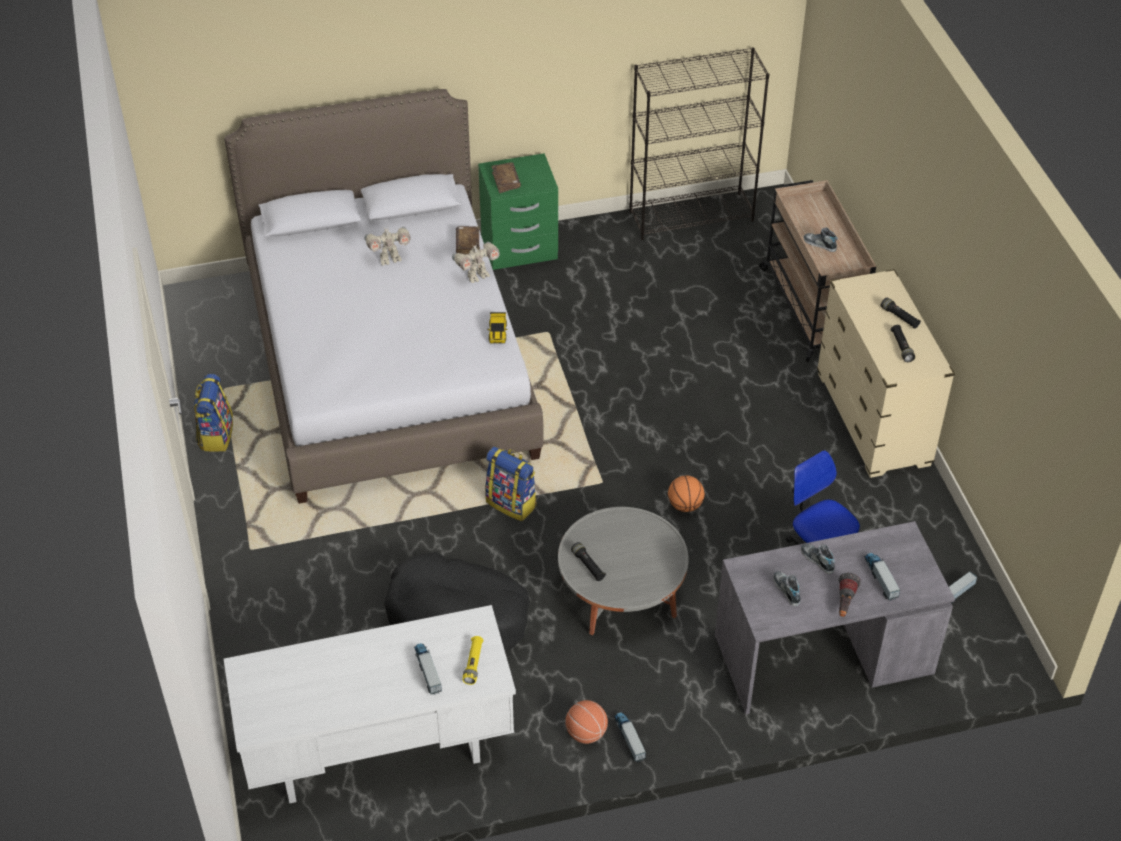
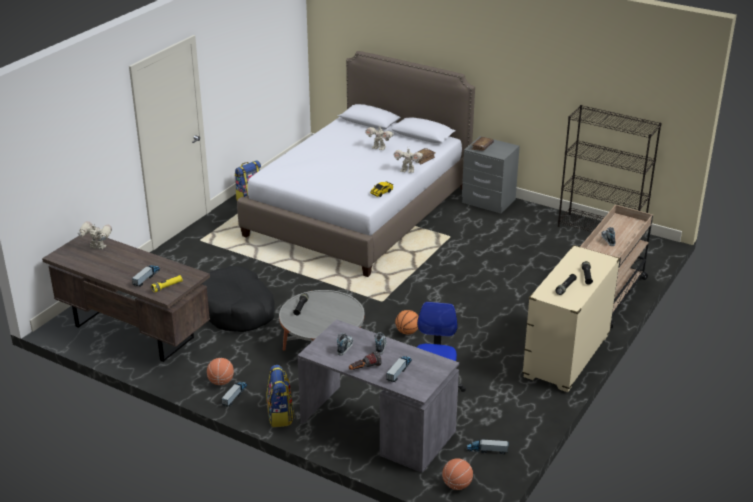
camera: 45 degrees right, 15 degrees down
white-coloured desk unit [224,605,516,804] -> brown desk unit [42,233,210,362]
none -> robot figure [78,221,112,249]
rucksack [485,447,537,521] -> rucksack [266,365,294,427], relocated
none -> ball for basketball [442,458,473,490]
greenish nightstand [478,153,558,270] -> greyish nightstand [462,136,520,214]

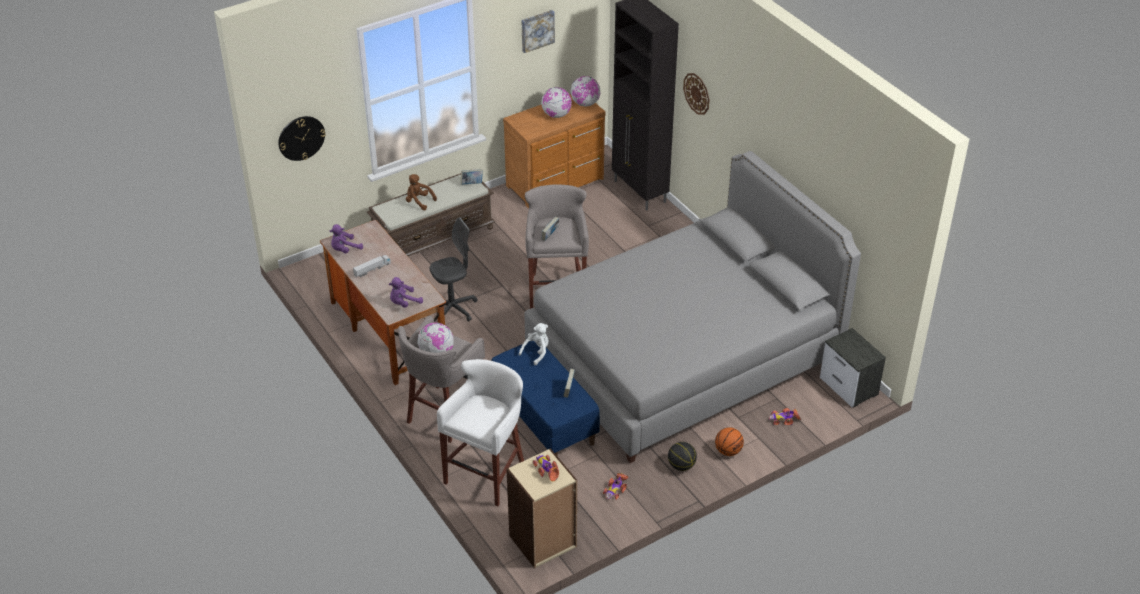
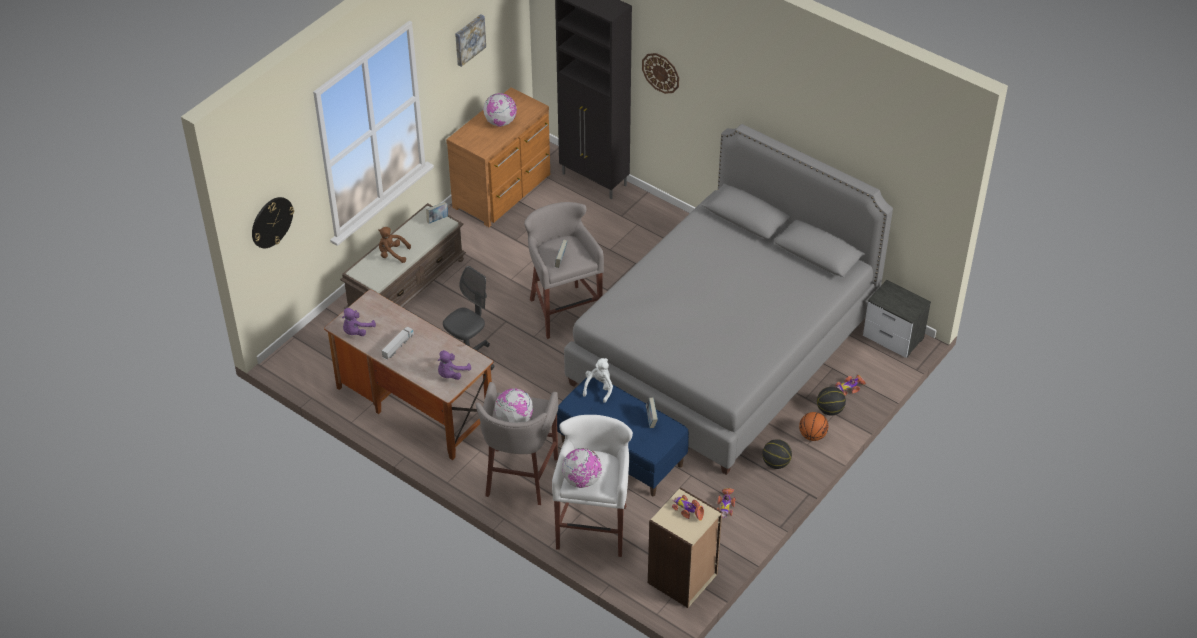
camera: 20 degrees left, 5 degrees up
world globe [570,76,600,107] -> world globe [562,448,602,488], relocated
none -> ball for basketball [817,387,846,415]

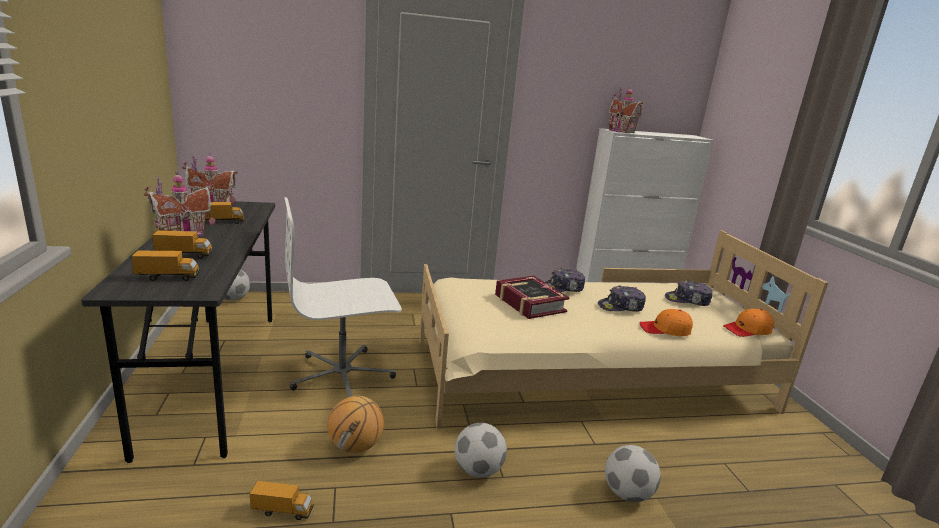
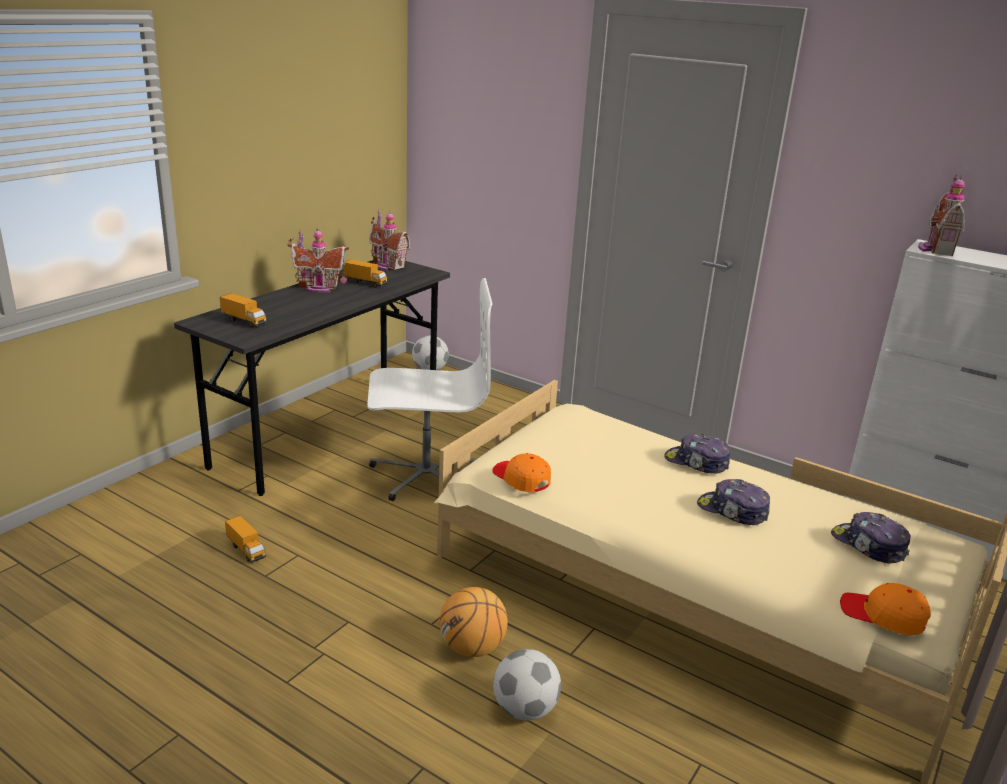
camera: 45 degrees right, 5 degrees up
white-coloured office chair [284,197,402,397] -> white-coloured office chair [367,278,493,501], 150 degrees clockwise
ball for basketball [328,396,384,453] -> ball for basketball [439,587,508,657], relocated
orange peaked cap [640,309,693,336] -> orange peaked cap [492,453,551,492], relocated
toy lorry [152,230,213,259] -> none
ball for football [455,423,507,478] -> none
volume [495,276,569,319] -> none

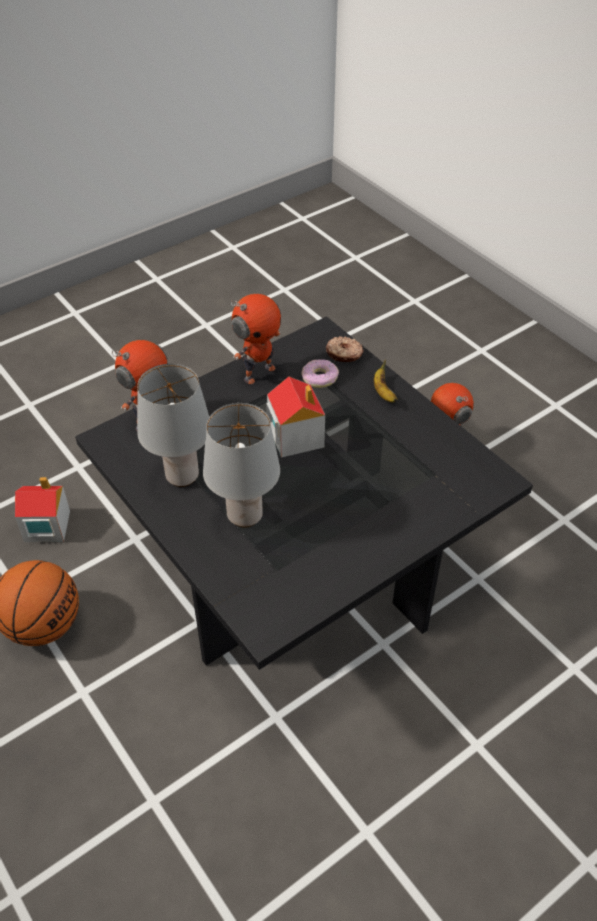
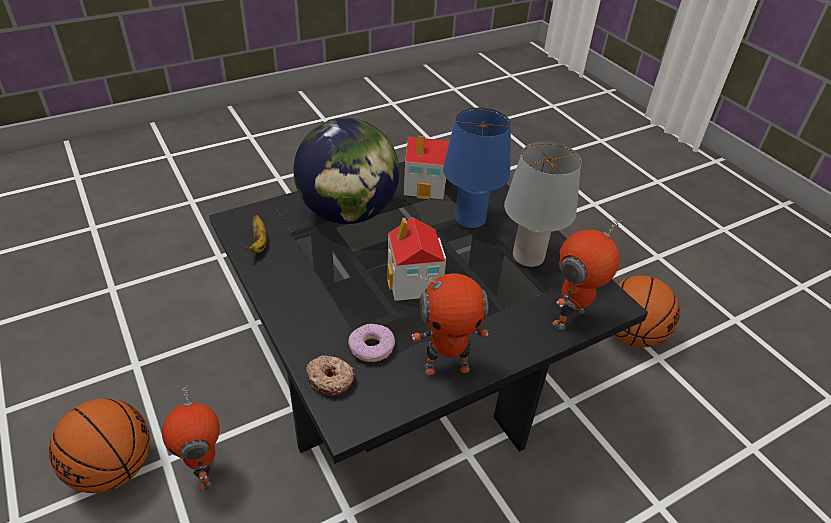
camera: 175 degrees left, 5 degrees down
none -> ball for basketball [49,398,150,493]
banana fruit [374,360,397,402] -> banana fruit [244,215,267,253], relocated
none -> world globe [293,118,399,224]
model house [15,477,70,542] -> model house [404,136,450,199], relocated
robot figure [231,294,281,384] -> robot figure [411,271,489,375], 150 degrees counterclockwise
greyish table lamp [203,403,280,528] -> blue table lamp [443,108,511,230]

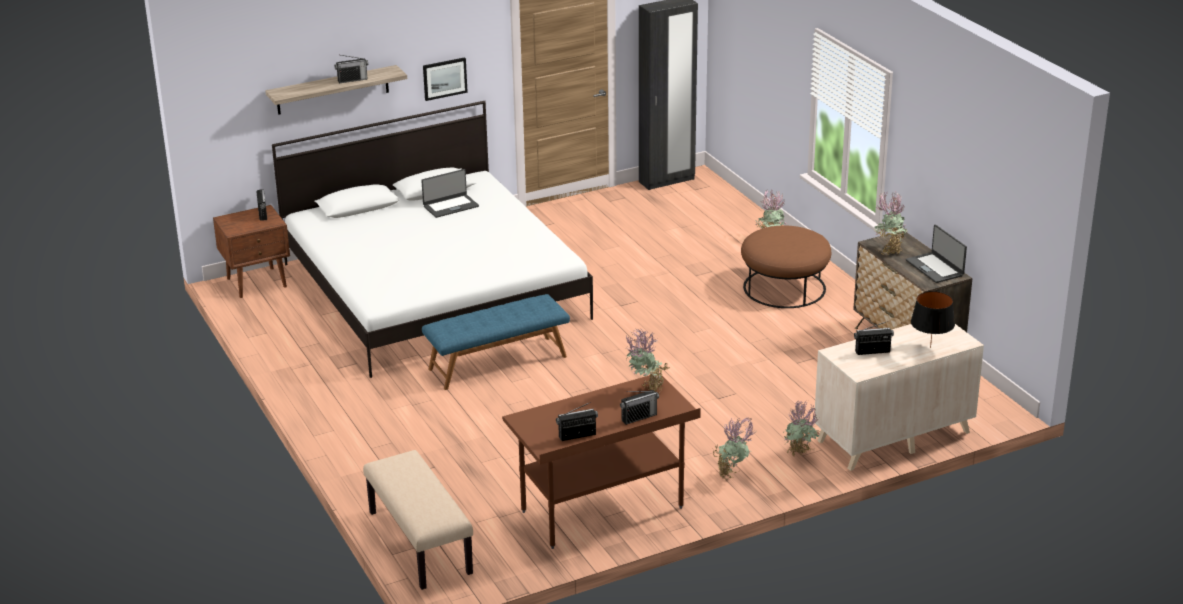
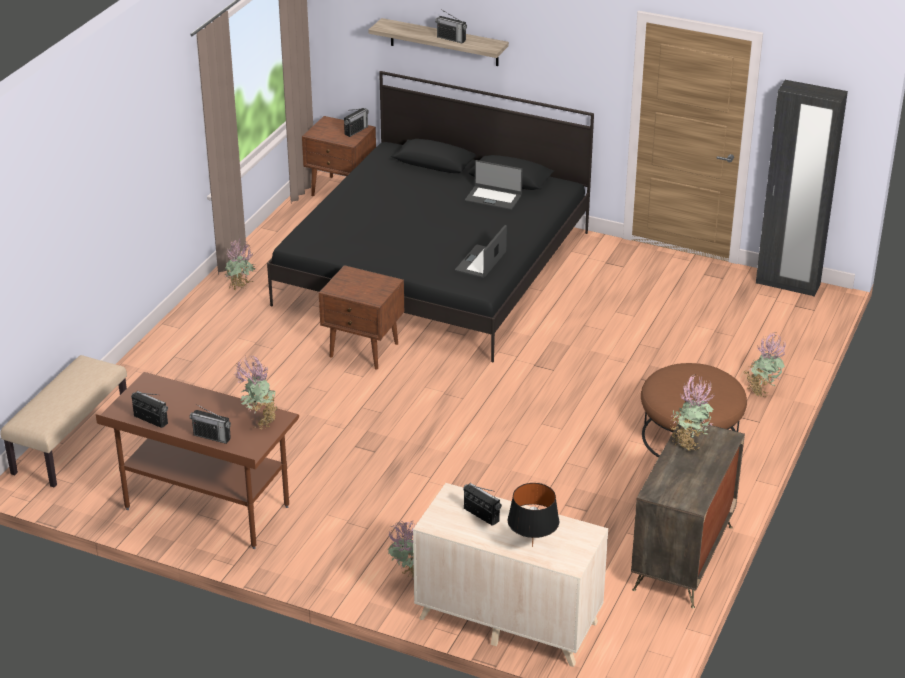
camera: 50 degrees right, 5 degrees up
potted plant [713,418,755,480] -> potted plant [223,238,256,290], relocated
white-coloured bedroom bed [272,101,593,378] -> blackish bedroom bed [267,71,594,362]
blue indoor bench [422,294,570,390] -> brown nightstand [319,265,404,369]
portable computer [906,224,967,283] -> portable computer [455,225,507,278], relocated
wall picture [423,57,468,101] -> none

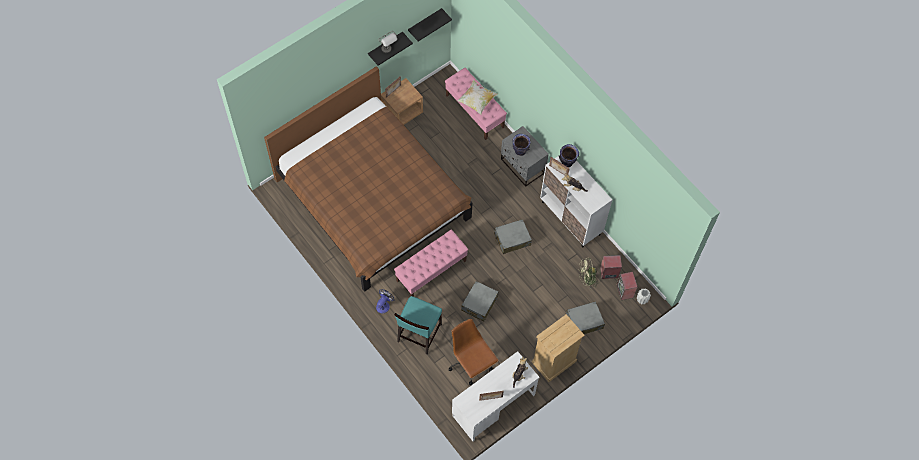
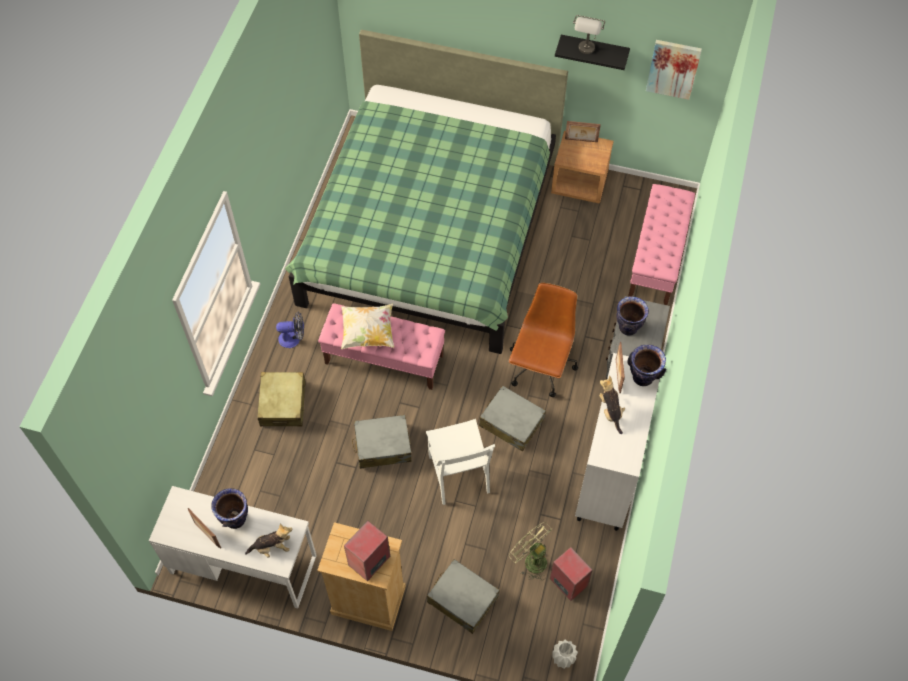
camera: 55 degrees right, 5 degrees down
none -> vase [211,489,248,529]
turquoise-coloured chair [395,296,442,354] -> beige travel case [257,372,306,427]
brown bedroom bed [264,66,472,292] -> greenish bedroom bed [285,30,568,354]
cushion [457,80,497,115] -> cushion [341,304,394,349], relocated
loudspeaker [617,272,638,300] -> loudspeaker [344,521,390,581], relocated
none -> white-coloured chair [426,419,495,505]
brown office chair [449,319,499,385] -> brown office chair [509,283,578,397], relocated
blackish shelf [408,8,452,41] -> wall picture [646,40,702,100]

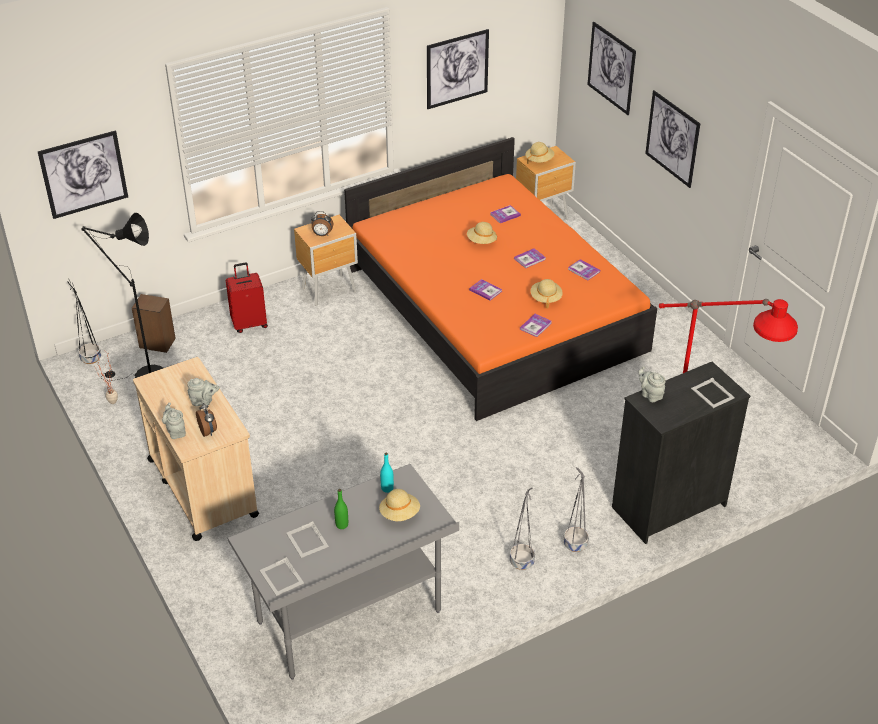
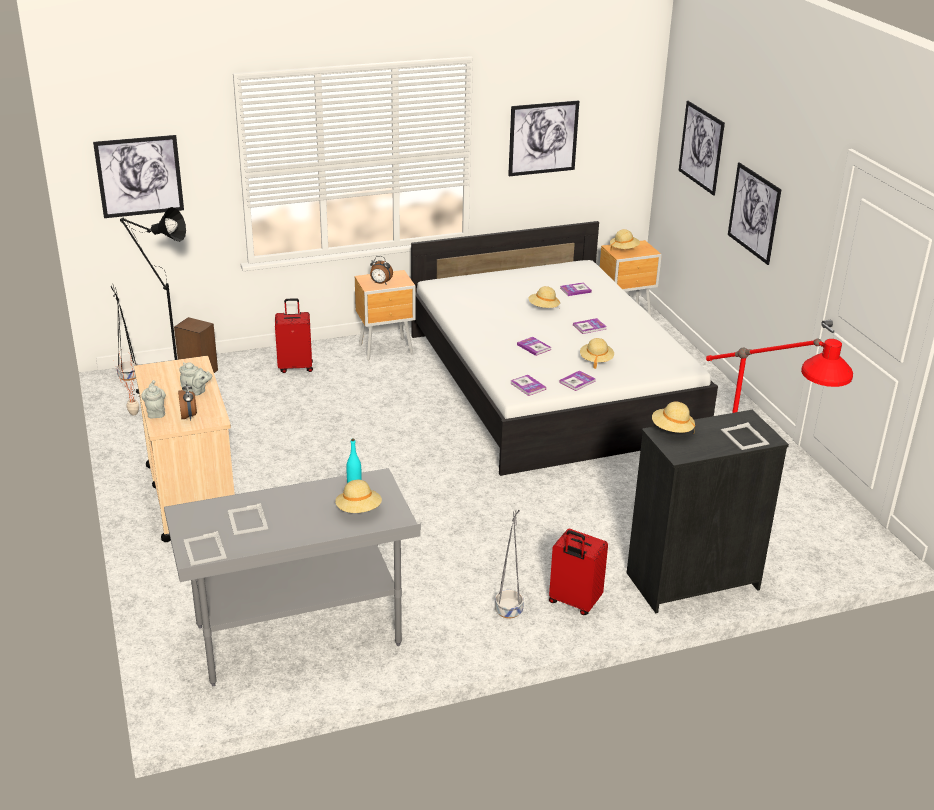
camera: 10 degrees right, 10 degrees down
orange bedroom bed [344,137,657,421] -> white-coloured bedroom bed [411,221,718,476]
volume [568,259,600,280] -> volume [510,375,546,396], relocated
greyish plant pot [564,467,589,552] -> red travel case [549,529,608,615]
greyish teapot [638,366,666,402] -> beige wearable hat [652,402,695,433]
greenish drink bottle [334,489,348,529] -> none

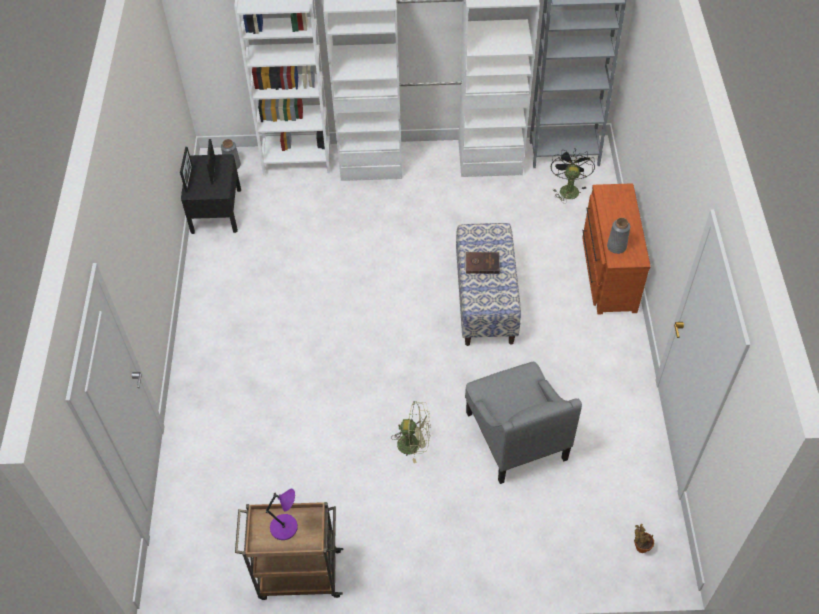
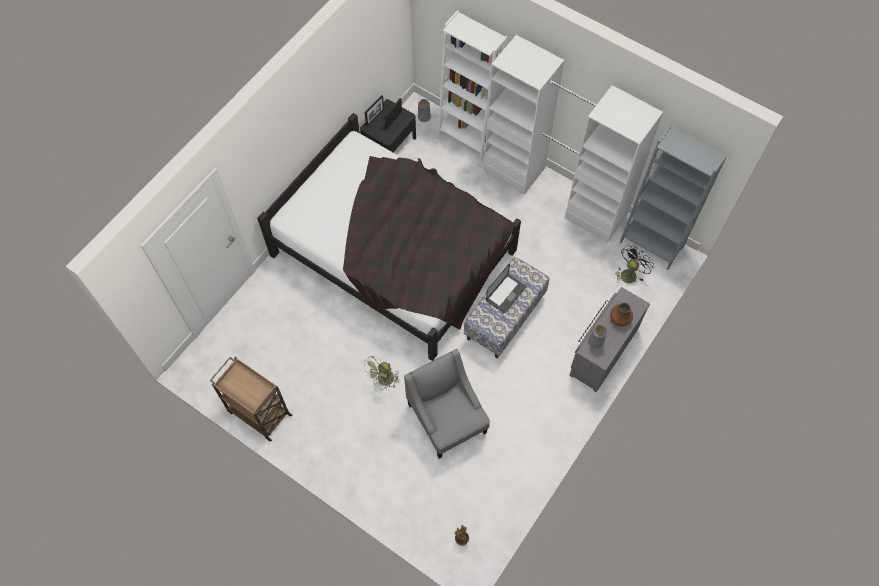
camera: 35 degrees right, 10 degrees up
none -> blackish bedroom bed [257,113,521,361]
greenish fan [391,401,431,463] -> greenish fan [364,356,399,390], 90 degrees clockwise
greyish armchair [465,362,582,484] -> greyish armchair [404,349,490,459], 135 degrees clockwise
brown volume [465,252,500,274] -> portable computer [486,263,526,313]
brown dresser [582,183,651,314] -> greyish dresser [569,287,650,392]
none -> brown vase [610,303,633,327]
purple-coloured table lamp [266,489,298,540] -> none

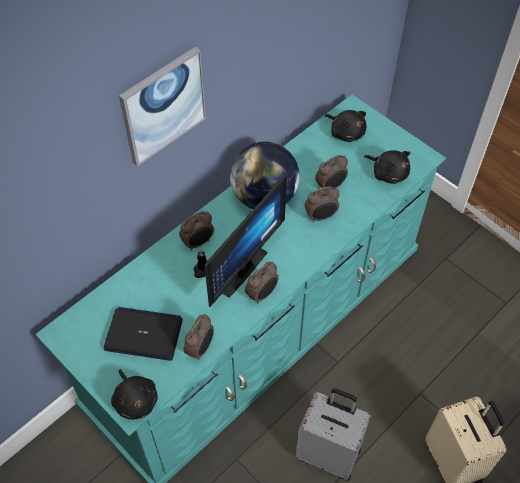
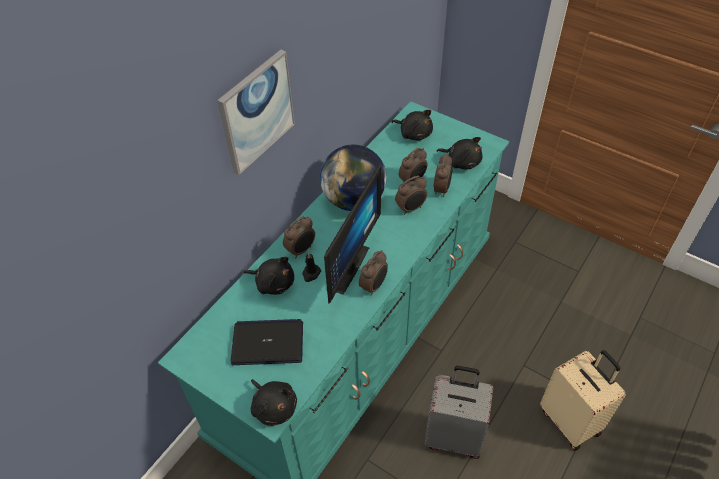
camera: 10 degrees left, 5 degrees down
none -> blackish soft toy [244,257,294,295]
table clock [183,314,214,360] -> table clock [434,153,452,197], relocated

